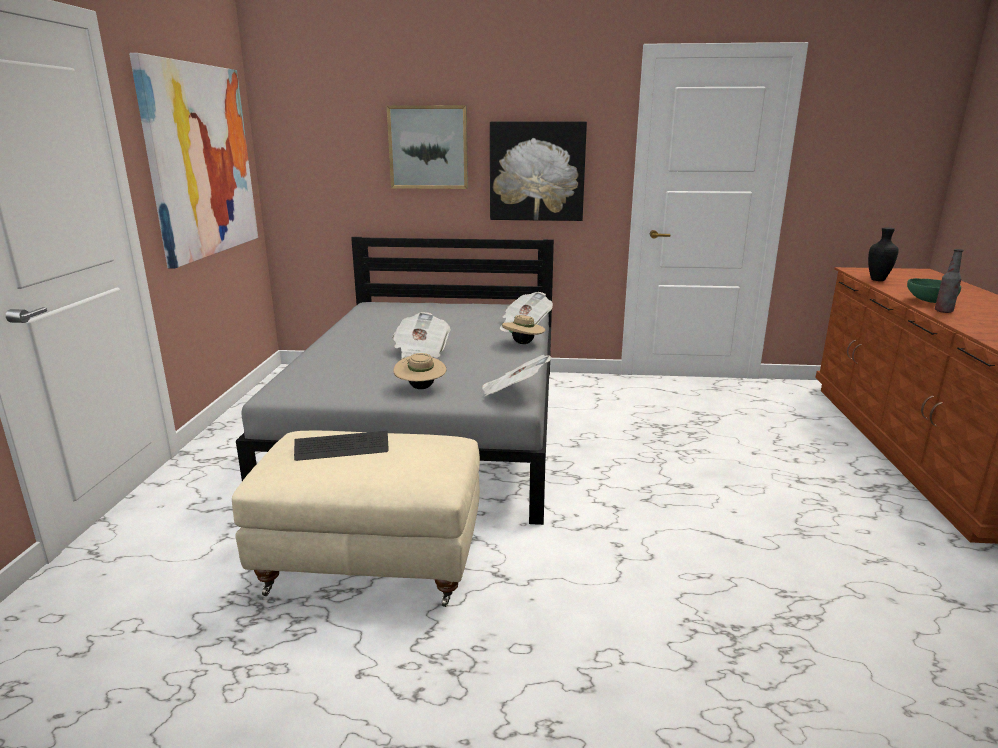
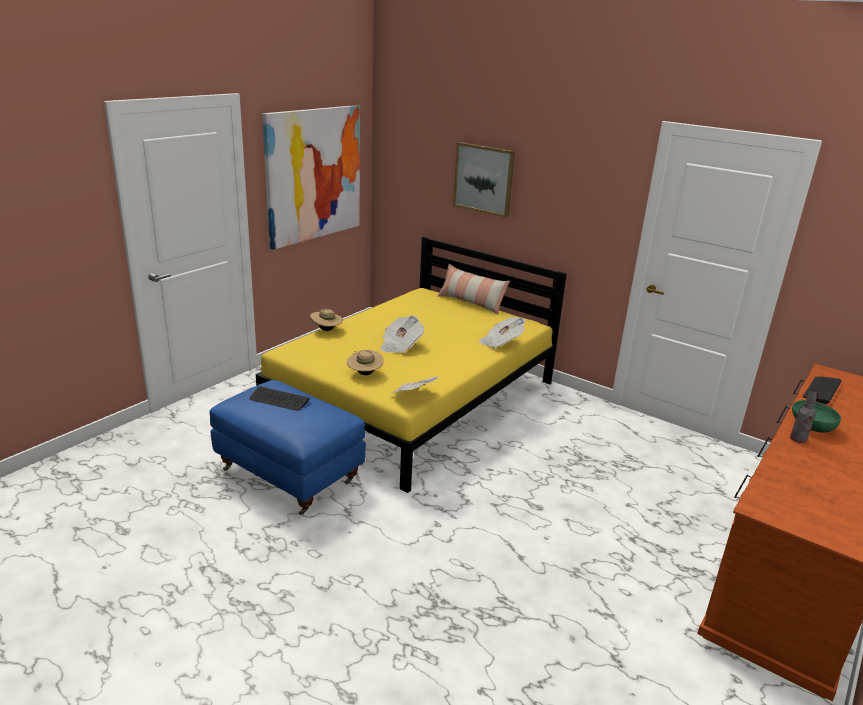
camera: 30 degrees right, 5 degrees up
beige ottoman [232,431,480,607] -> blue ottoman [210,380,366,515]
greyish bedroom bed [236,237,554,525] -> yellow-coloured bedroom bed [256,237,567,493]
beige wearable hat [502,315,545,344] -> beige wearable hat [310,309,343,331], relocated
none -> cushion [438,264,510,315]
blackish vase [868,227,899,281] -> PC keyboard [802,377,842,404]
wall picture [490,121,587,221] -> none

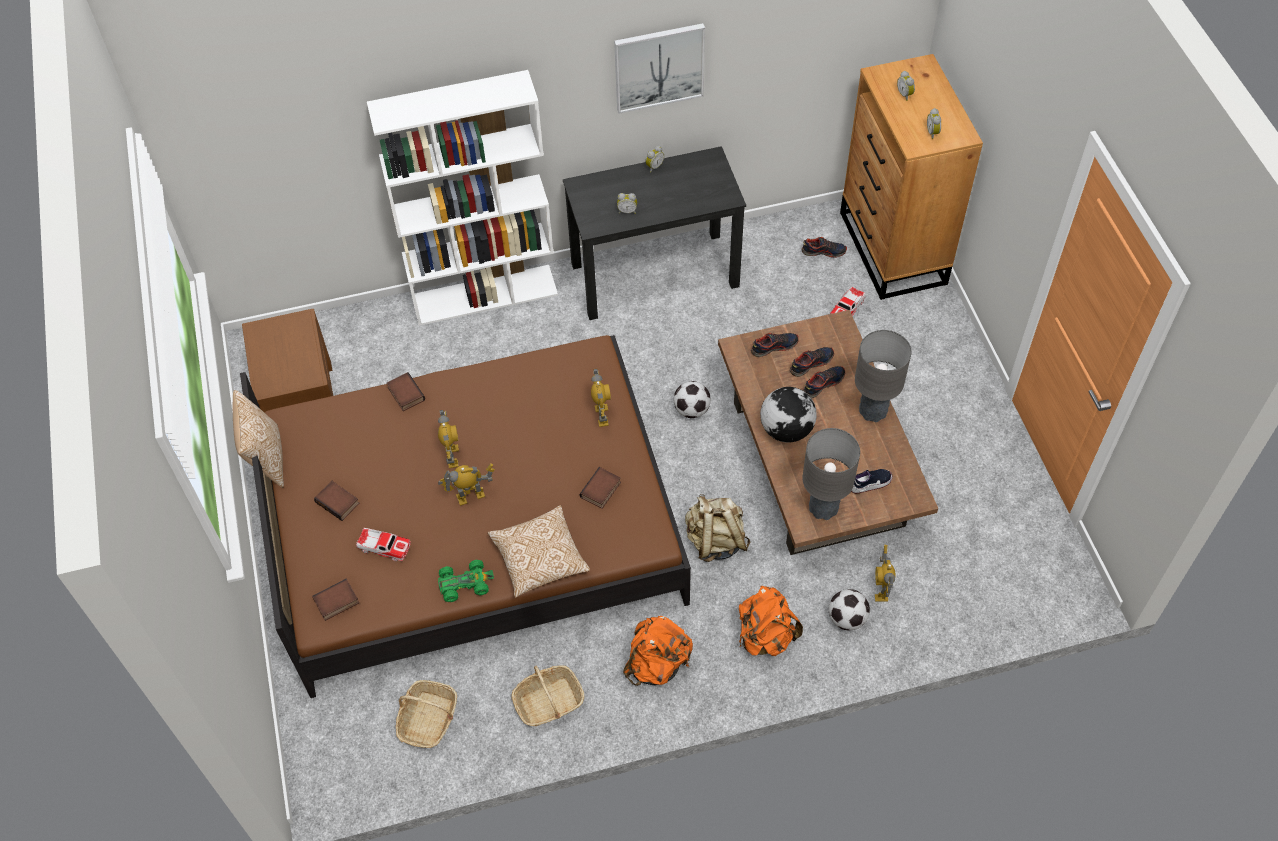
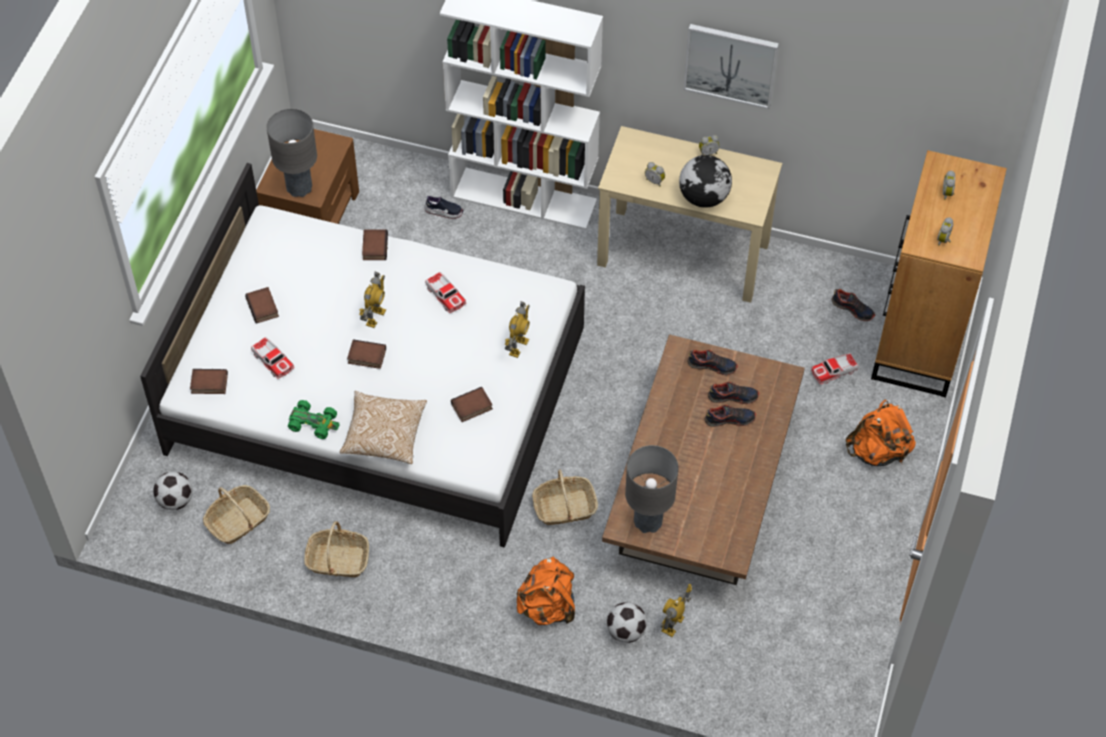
camera: 30 degrees right, 0 degrees up
brown bedroom bed [240,335,691,698] -> white-coloured bedroom bed [140,163,585,548]
ball for football [674,381,711,418] -> ball for football [153,472,192,510], relocated
greyish table lamp [855,330,911,422] -> greyish table lamp [267,108,317,197], relocated
robot figure [438,463,495,506] -> volume [347,339,386,369]
item of footwear [851,469,893,493] -> item of footwear [424,195,464,219], relocated
none -> toy car [425,272,466,313]
beige rucksack [685,494,750,562] -> basket [532,470,598,525]
blackish desk unit [563,146,746,320] -> beige desk unit [597,126,782,303]
world globe [760,387,817,442] -> world globe [679,155,732,207], relocated
orange rucksack [623,616,693,686] -> orange rucksack [846,400,916,466], relocated
cushion [232,390,284,488] -> none

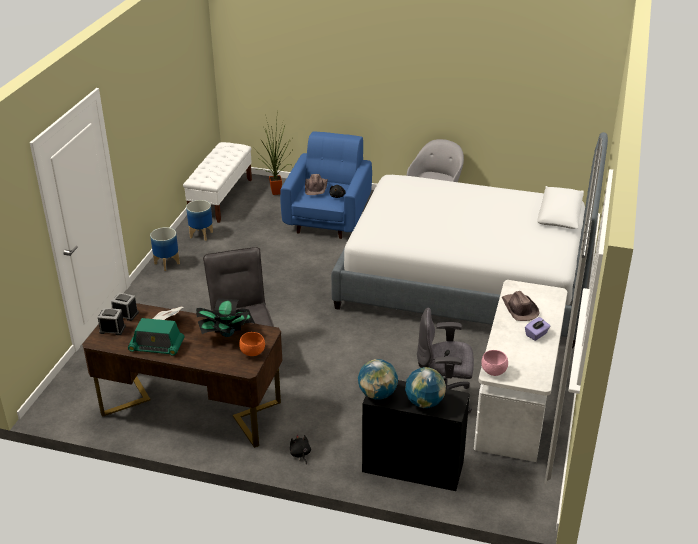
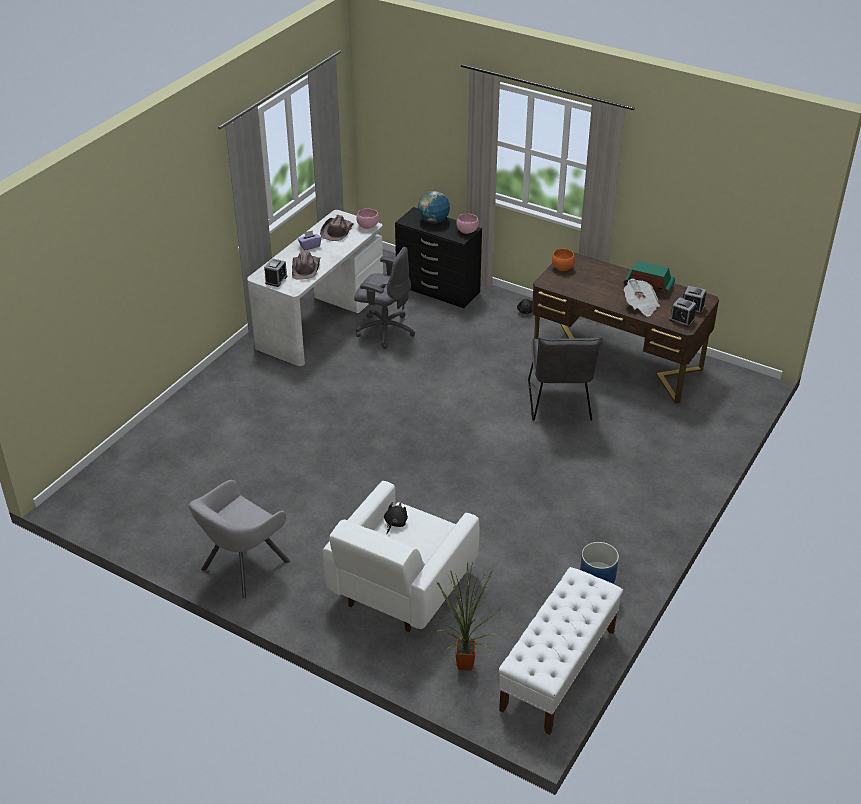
camera: 165 degrees left, 5 degrees up
none -> table clock [264,258,287,287]
brown wearable hat [305,174,328,195] -> brown wearable hat [320,215,354,241], relocated
blue armchair [280,131,372,239] -> white-coloured armchair [323,481,480,632]
world globe [358,359,398,400] -> pinkish serving bowl [456,213,479,234]
plant pot [150,227,180,271] -> none
potted plant [196,299,255,337] -> none
bedroom bed [331,132,608,348] -> none

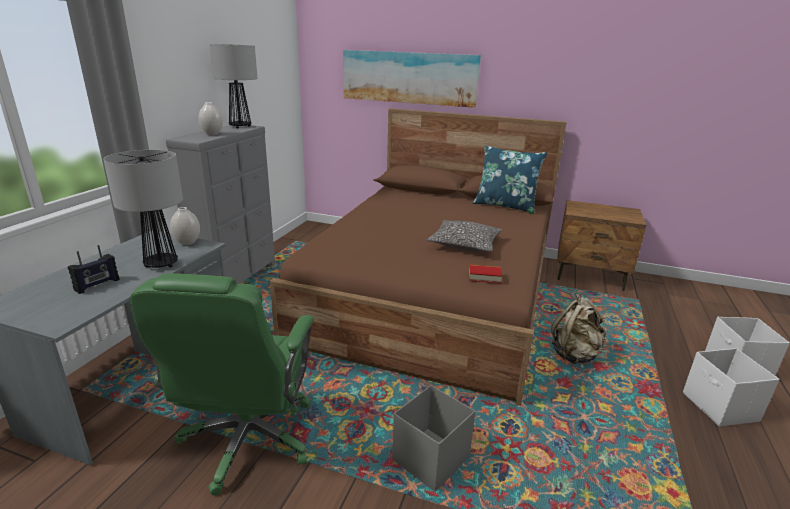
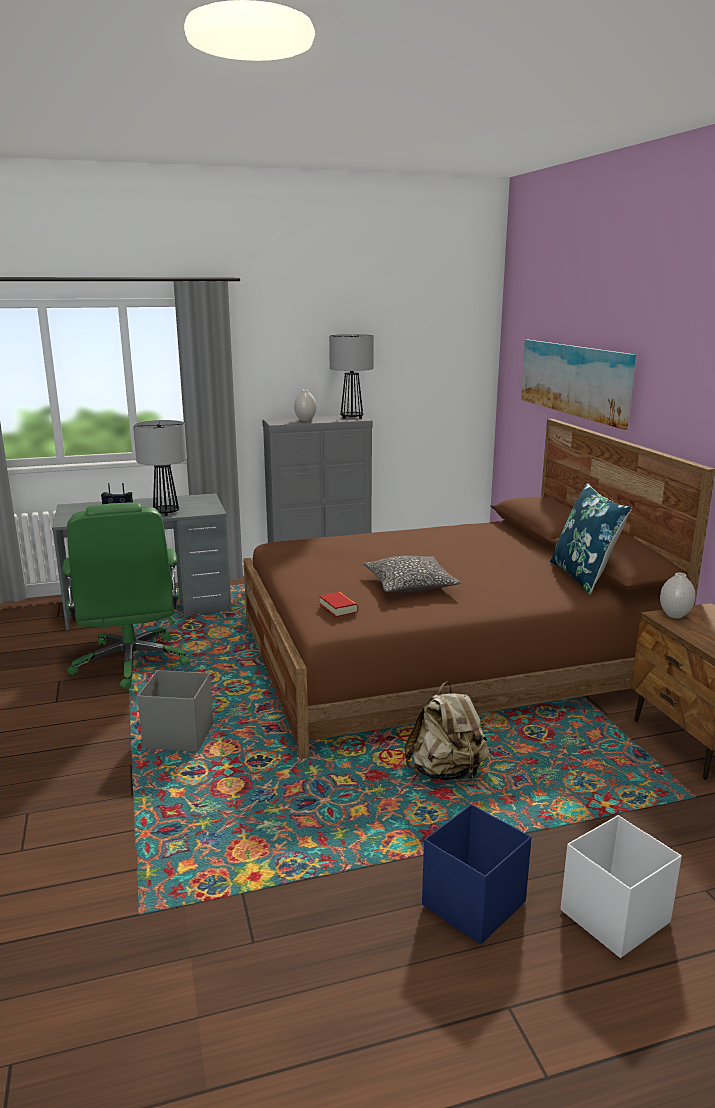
camera: 55 degrees right, 5 degrees down
greenish office chair [130,273,314,495] -> greenish office chair [62,502,189,689], 75 degrees counterclockwise
white-coloured storage box [683,348,780,427] -> blue storage box [422,804,531,945]
white-coloured vase [170,207,200,245] -> white-coloured vase [660,573,695,618], relocated

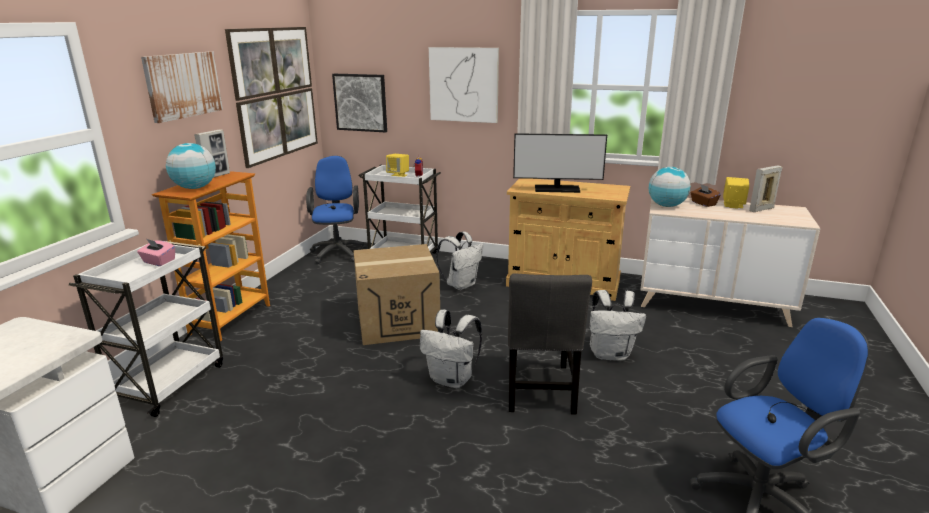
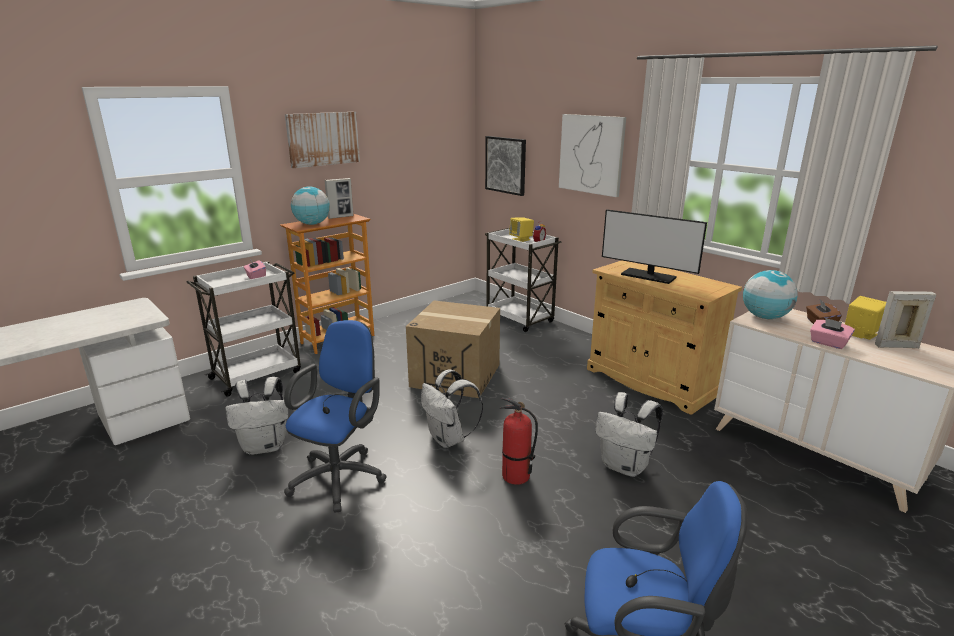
camera: 30 degrees right, 0 degrees up
white-coloured rucksack [436,231,483,290] -> white-coloured rucksack [226,377,289,455], relocated
blue office chair [306,156,367,264] -> blue office chair [284,320,387,513], relocated
greyish chair [508,273,592,414] -> fire extinguisher [500,397,538,485]
none -> pinkish box of tissues [810,318,855,349]
wall picture [225,27,318,168] -> none

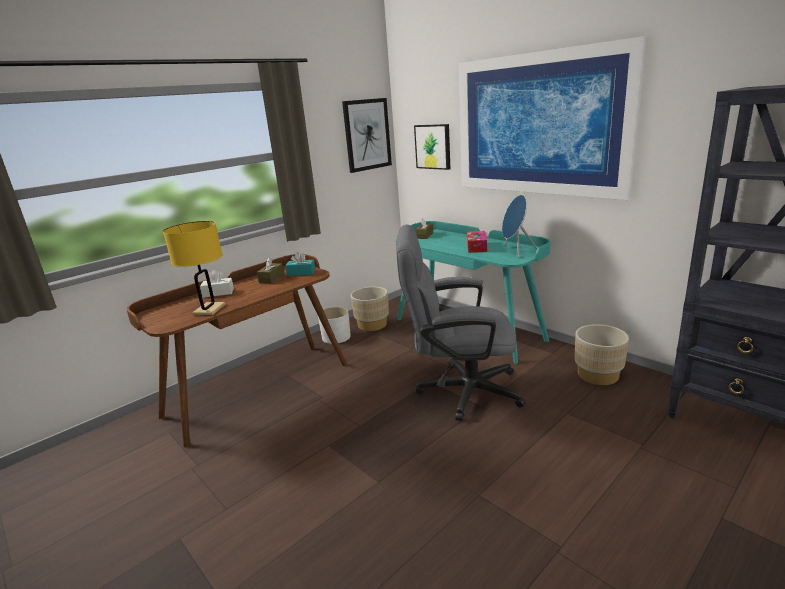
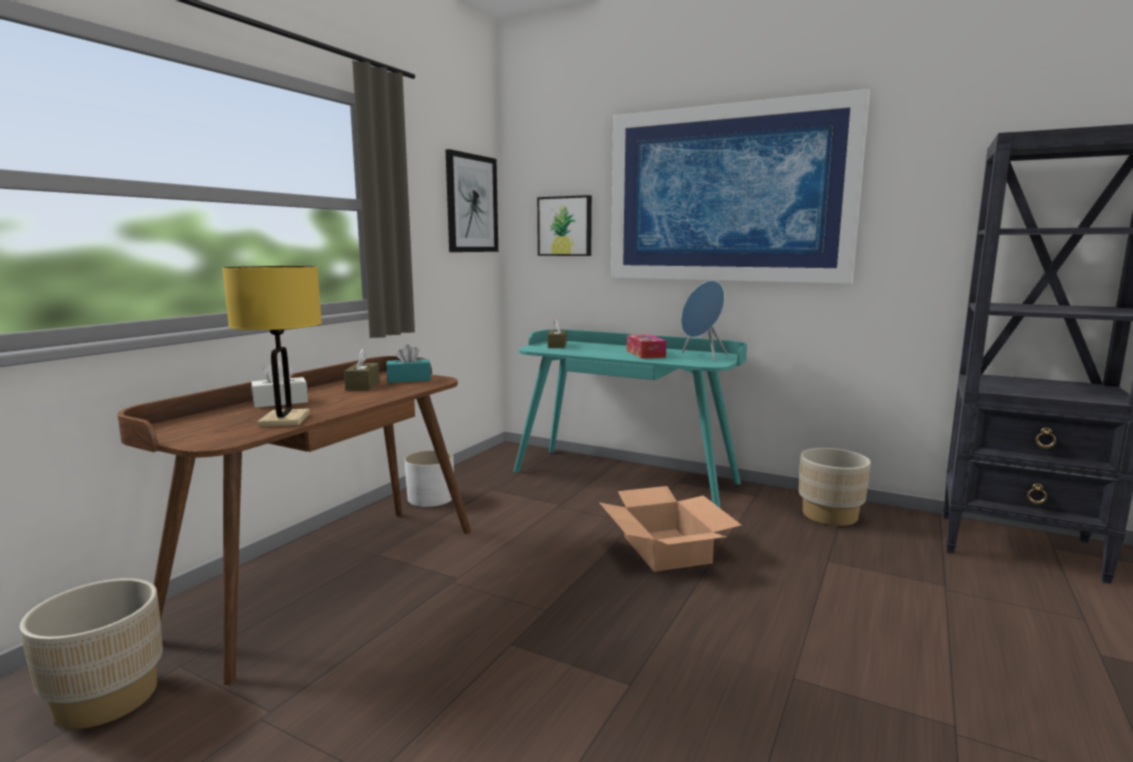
camera: 20 degrees left, 10 degrees down
beige plant pot [351,287,389,331] -> beige plant pot [20,578,163,729], relocated
greyish office chair [396,225,526,421] -> carton [599,486,742,572]

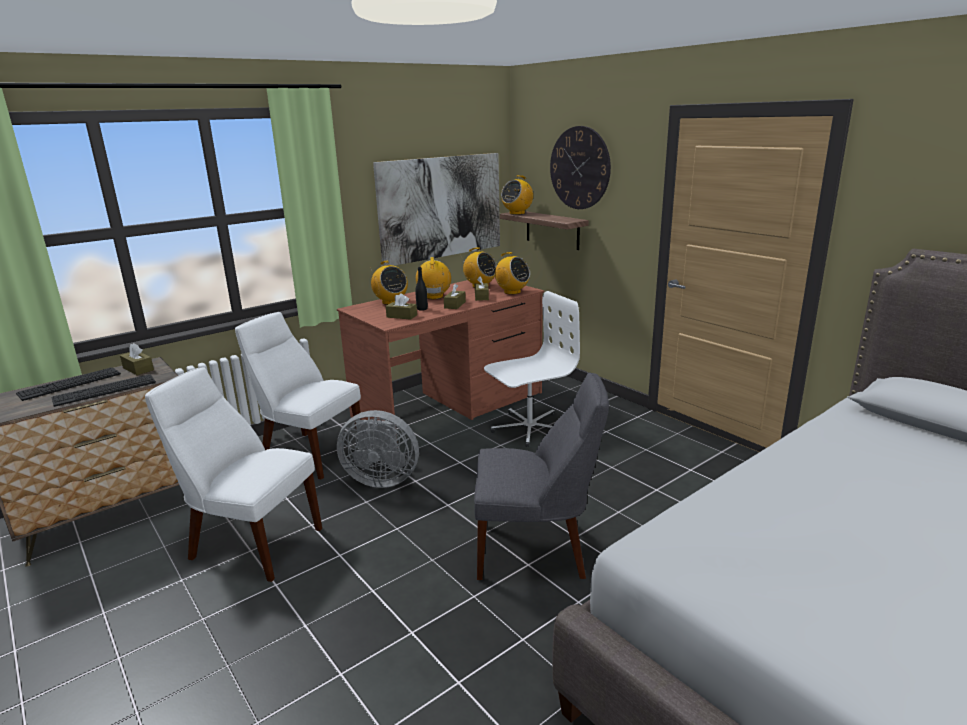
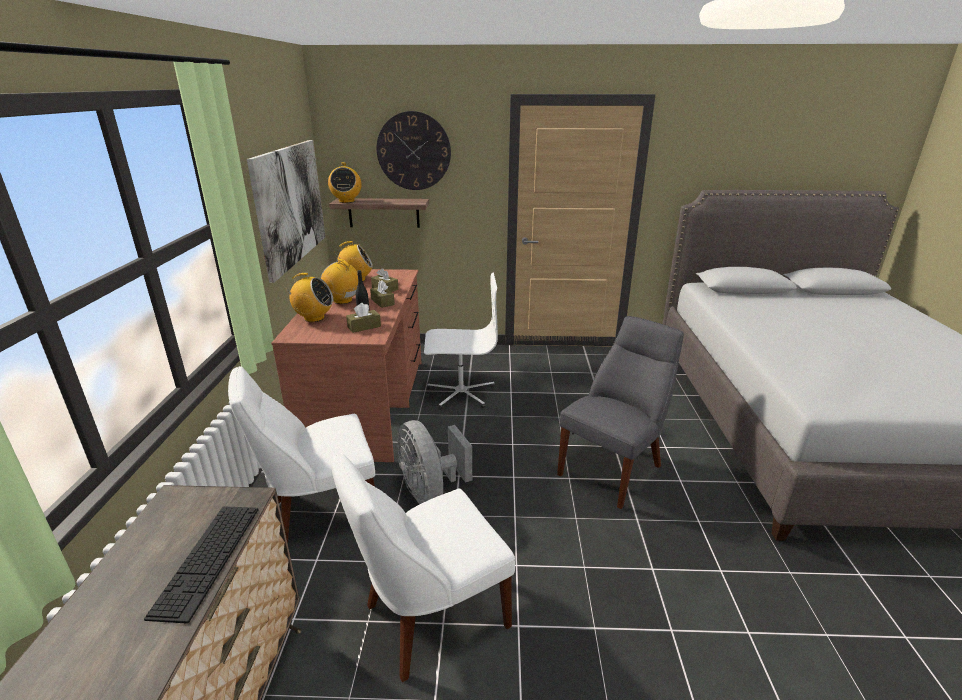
camera: 50 degrees left, 5 degrees up
greyish fan [337,410,419,488] -> greyish fan [397,420,472,504], 105 degrees clockwise
white-coloured office chair [484,291,580,447] -> white-coloured office chair [424,273,498,409], 75 degrees clockwise
PC keyboard [16,367,121,401] -> none
brown box of tissues [120,343,154,375] -> none
radio set [492,252,530,295] -> none

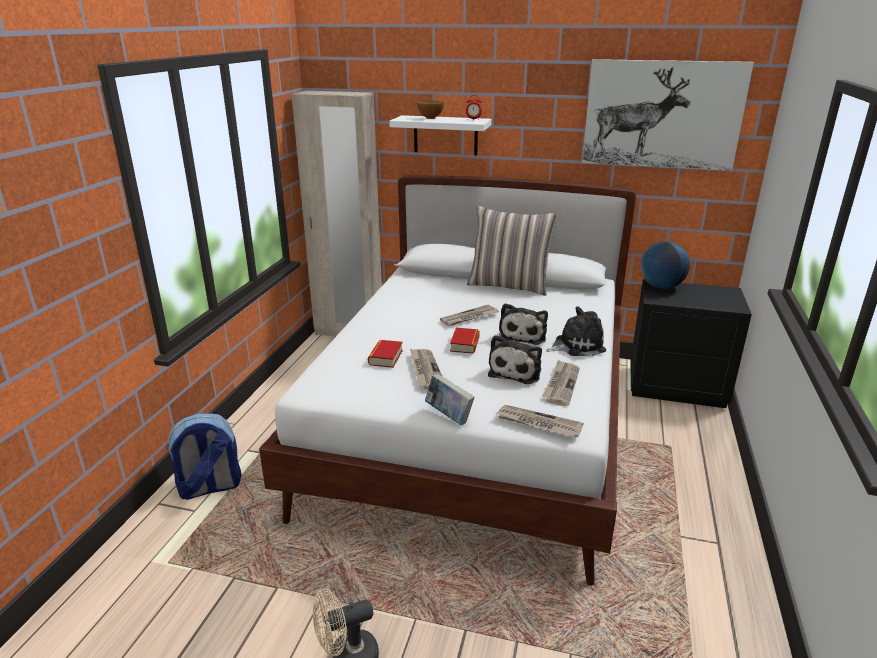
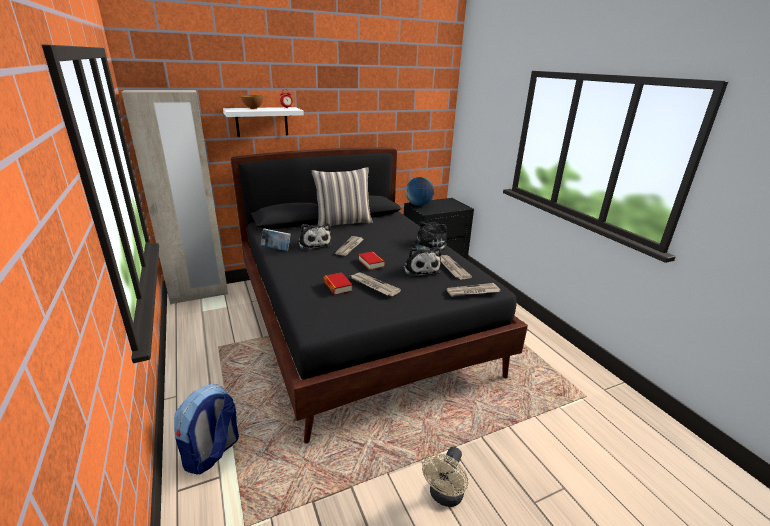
camera: 40 degrees left, 0 degrees up
white-coloured bedroom bed [259,175,636,586] -> blackish bedroom bed [231,148,528,444]
volume [425,374,475,425] -> volume [260,228,291,251], relocated
soft toy [499,303,548,345] -> soft toy [298,223,332,250], relocated
wall picture [582,59,754,171] -> none

